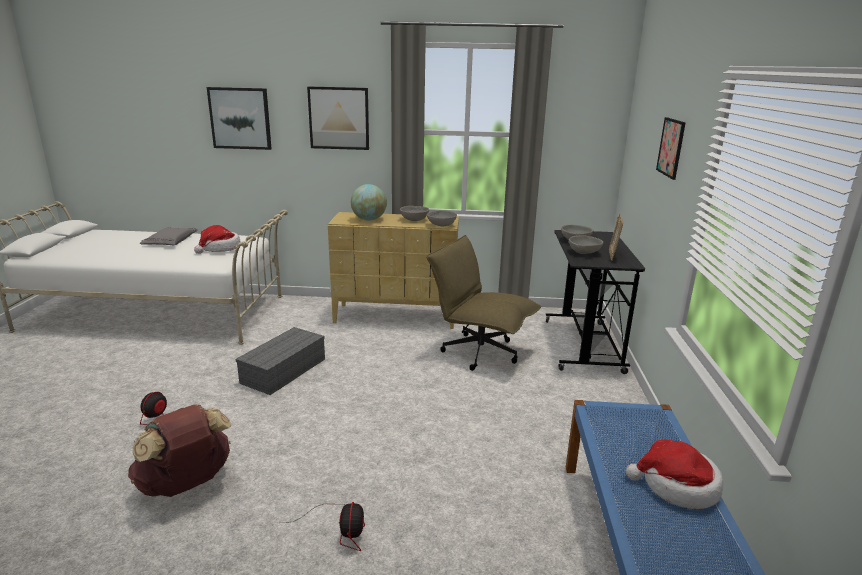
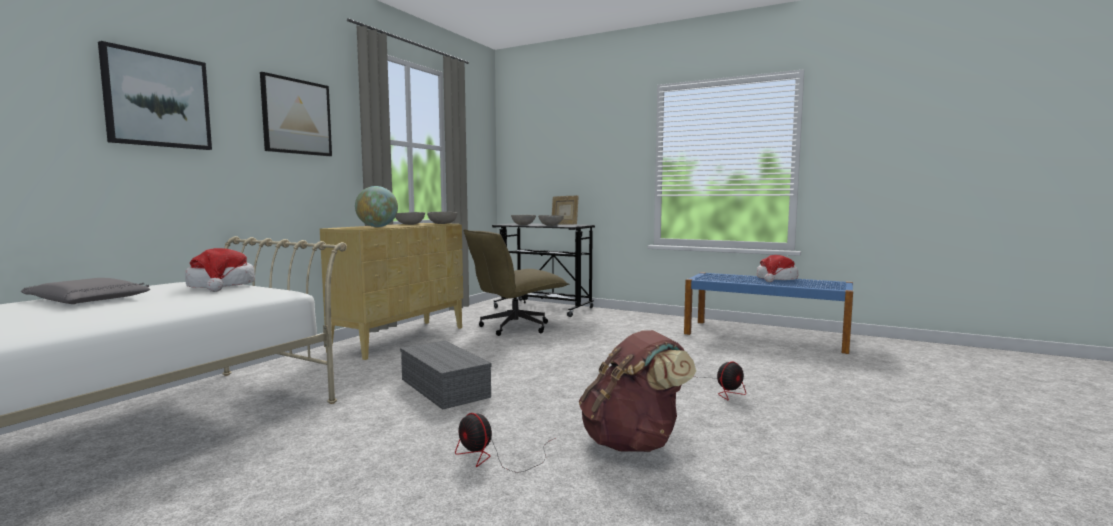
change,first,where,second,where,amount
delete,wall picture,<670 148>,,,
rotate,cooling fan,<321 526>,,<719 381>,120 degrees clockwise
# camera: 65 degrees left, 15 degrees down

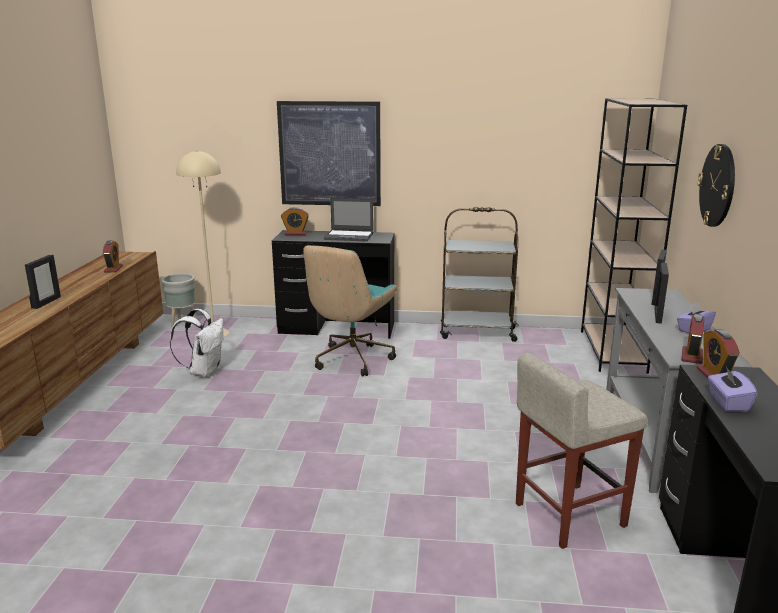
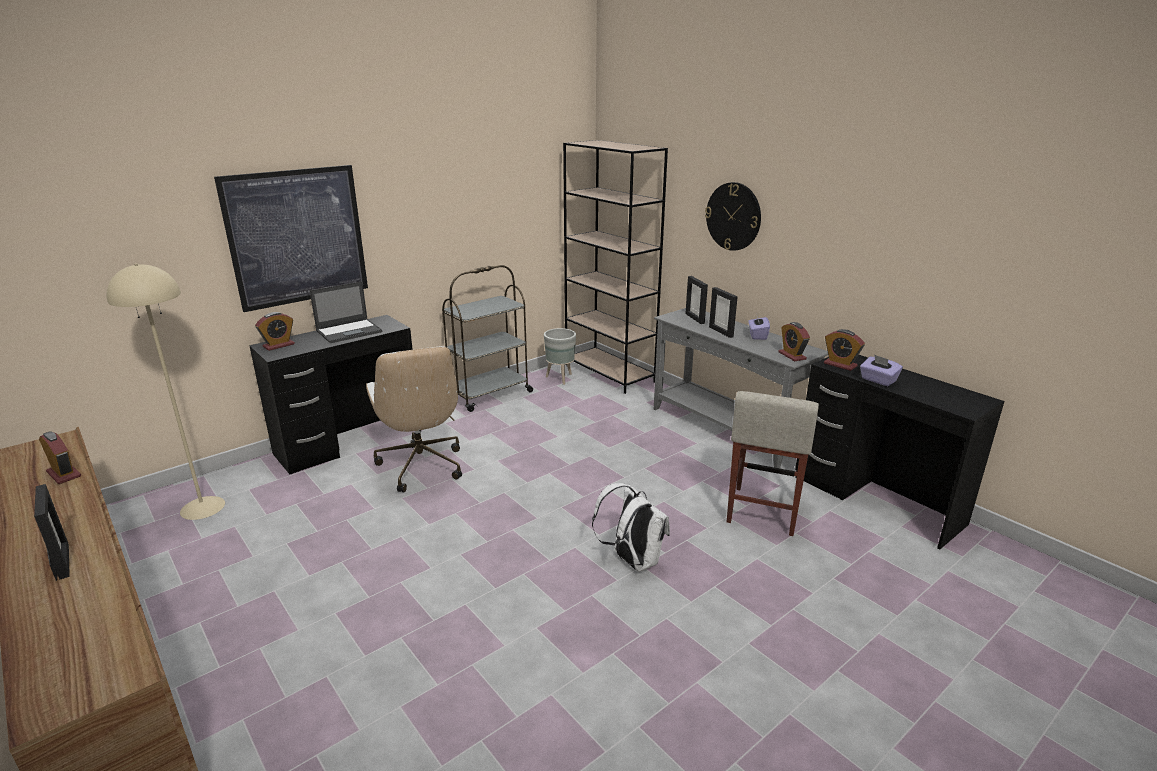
change,first,where,second,where,amount
move,greyish flower pot,<179 301>,,<560 356>,
move,white-coloured backpack,<197 343>,,<631 527>,
recolor,turquoise office chair,<350 311>,white-coloured office chair,<414 419>,
# camera: 45 degrees left, 5 degrees up

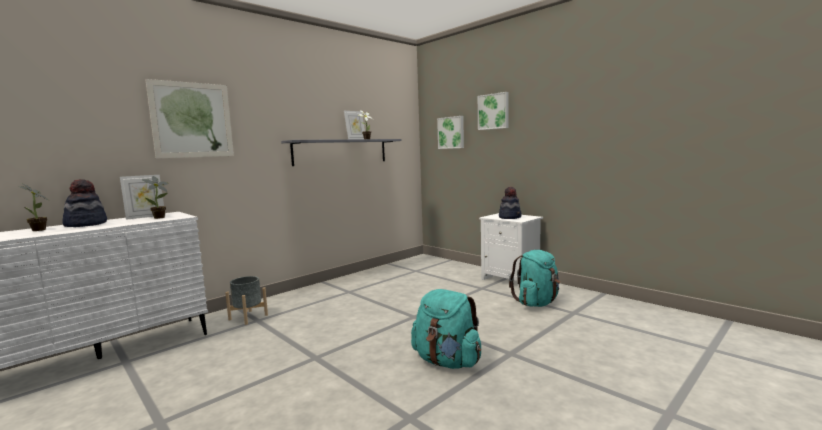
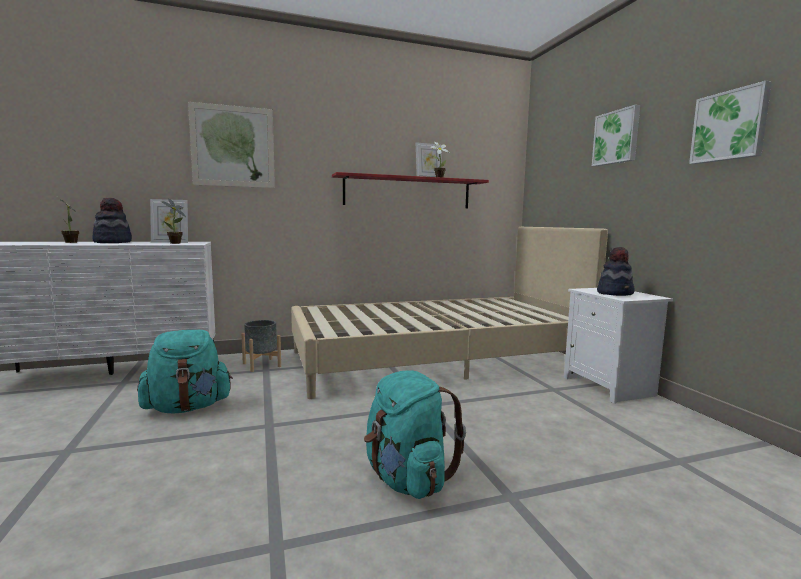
change,first,where,second,where,amount
insert,,,beige-coloured sleeping bed,<449 313>,
move,wall picture,<450 132>,,<730 122>,
move,turquoise backpack,<534 278>,,<185 371>,
recolor,greyish bracket shelf,<341 152>,red bracket shelf,<410 190>,
# camera: 25 degrees right, 0 degrees up

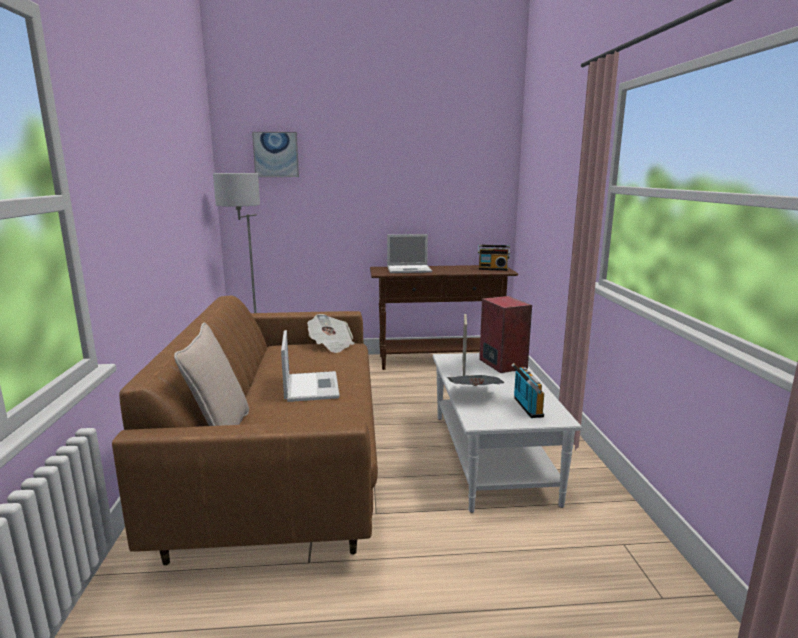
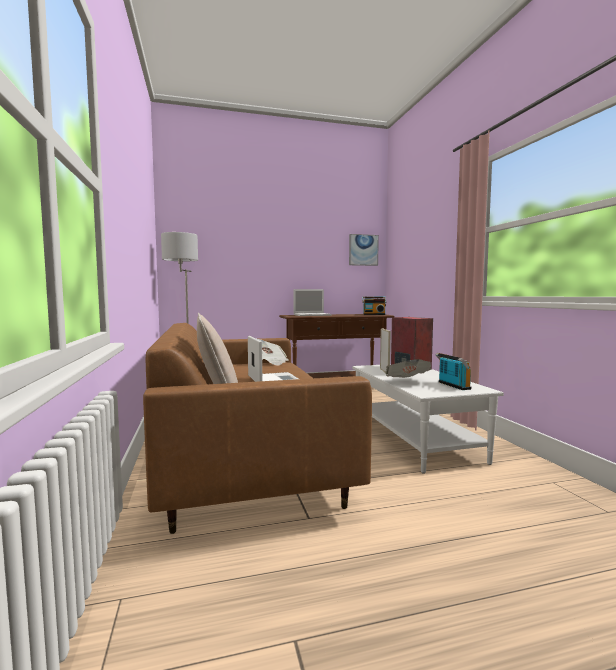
change,first,where,second,where,amount
move,wall picture,<275 154>,,<364 250>,
# camera: 10 degrees left, 10 degrees down

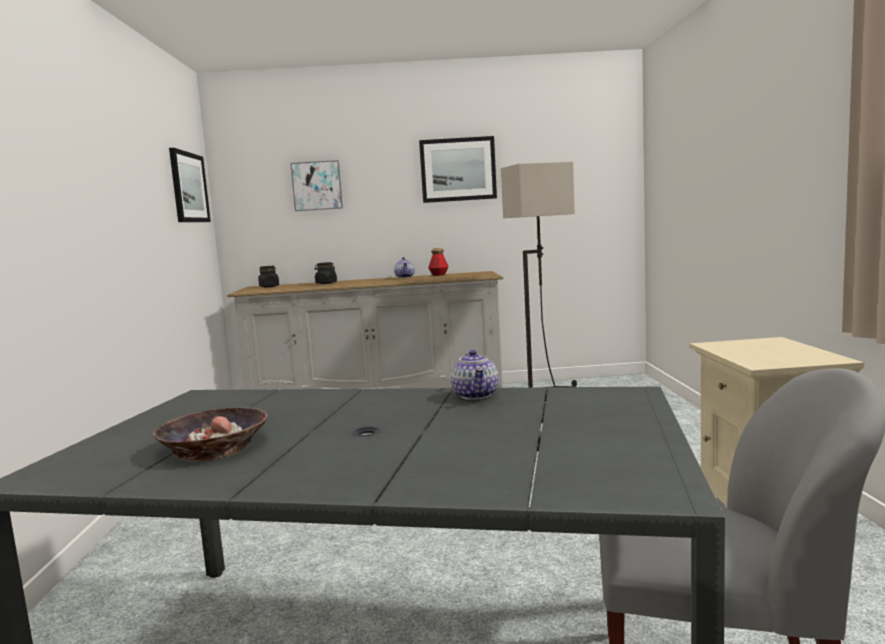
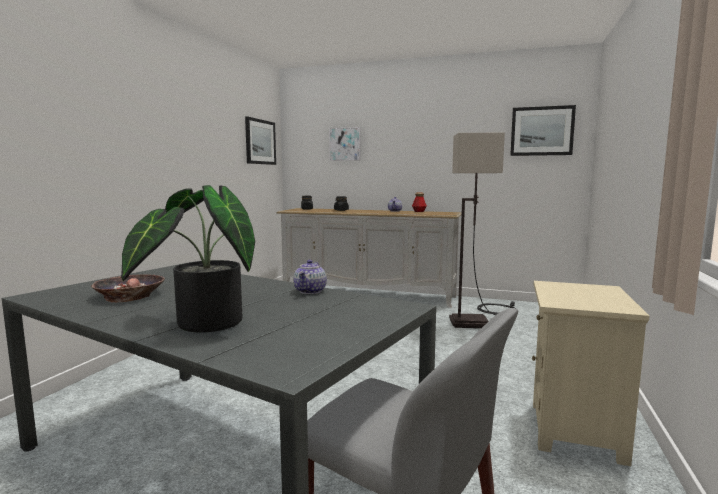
change,first,where,second,where,amount
insert,,,plant in a pot,<188 259>,
move,wall picture,<458 169>,,<543 130>,
# camera: 20 degrees right, 0 degrees up

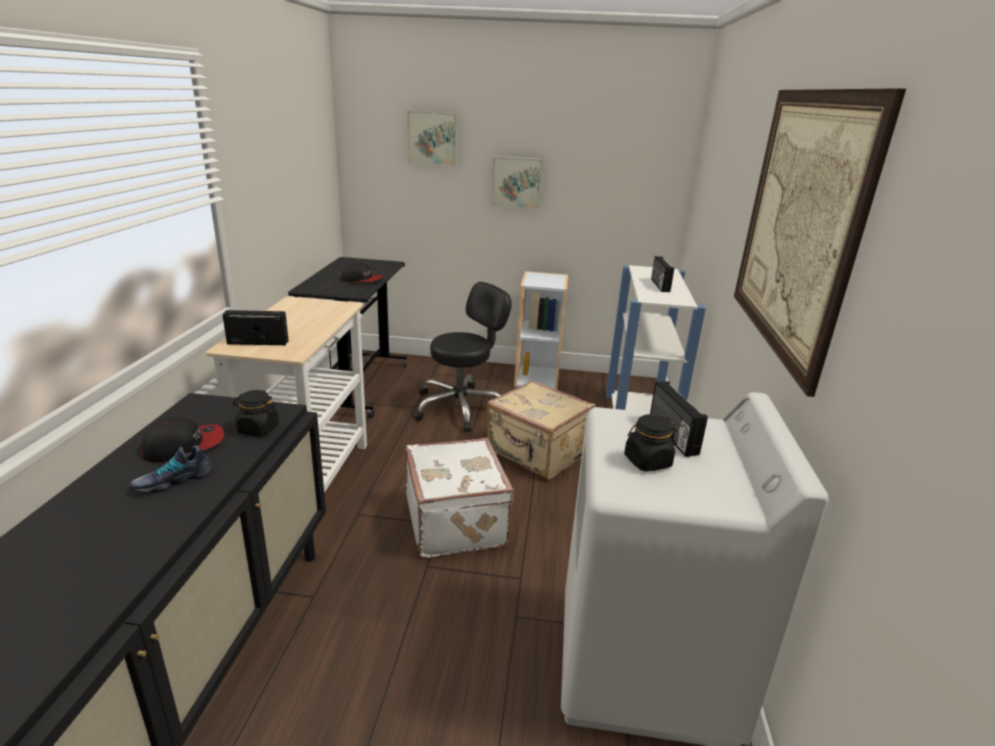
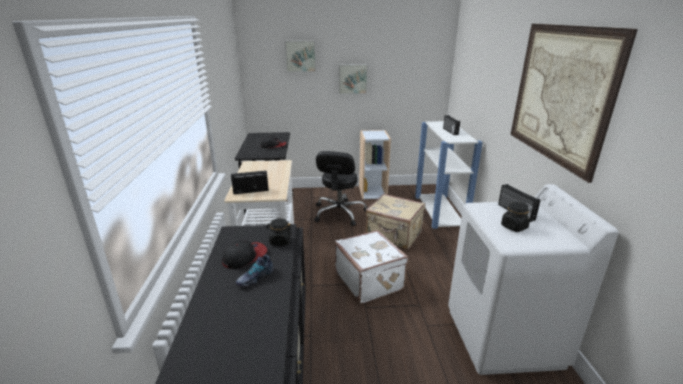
change,first,where,second,where,amount
rotate,black-coloured office chair,<462 357>,,<340 188>,150 degrees clockwise
# camera: 10 degrees left, 0 degrees up

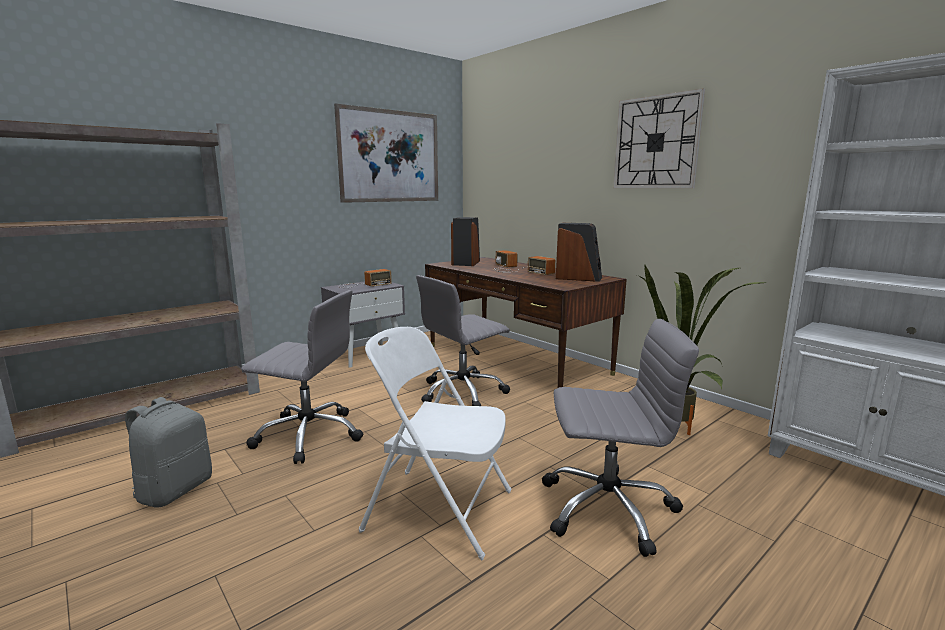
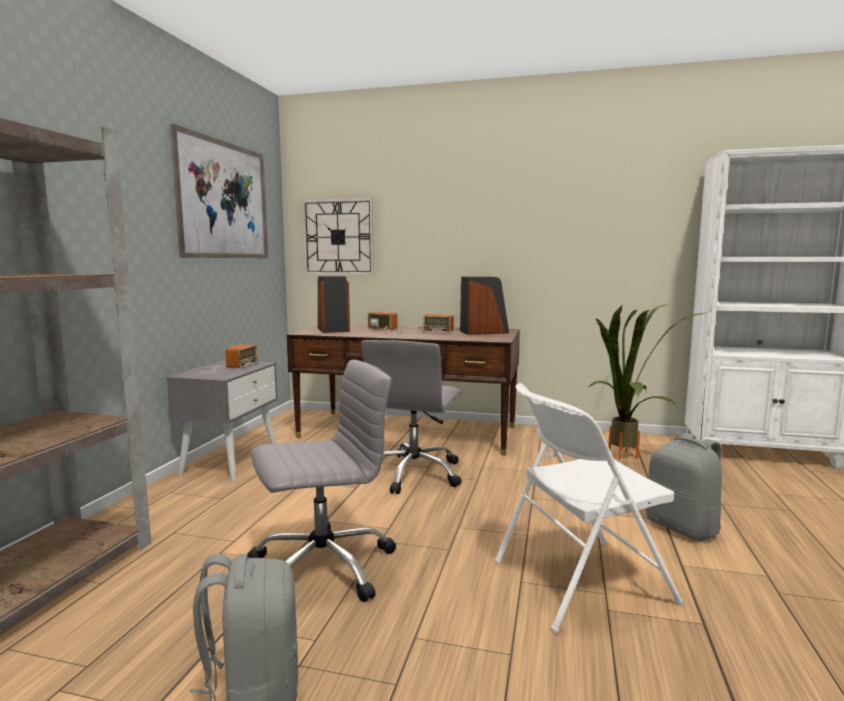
change,first,where,second,where,amount
move,clock on the wall,<659 138>,,<338 236>,
replace,greyish office chair,<620 438>,greyish backpack,<684 487>,
# camera: 35 degrees left, 5 degrees down

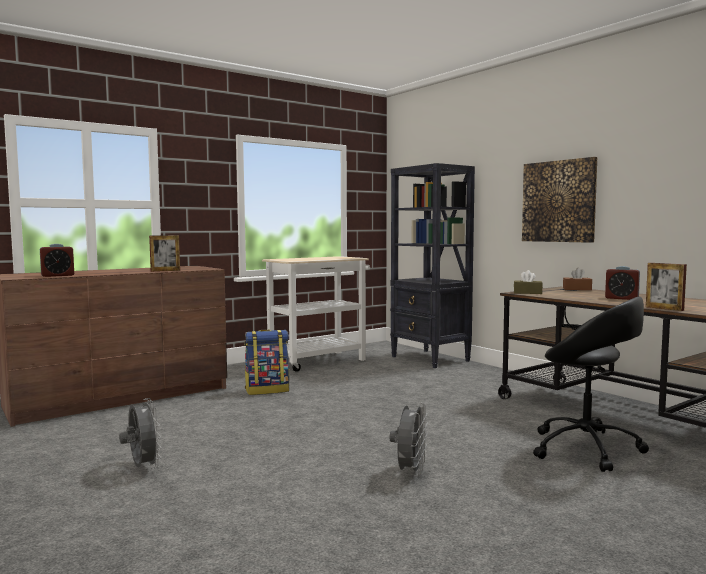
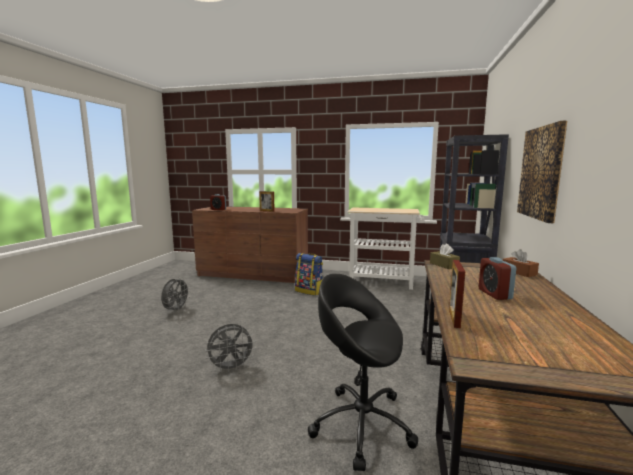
change,first,where,second,where,amount
rotate,black-coloured office chair,<591 384>,,<363 372>,105 degrees clockwise
# camera: 50 degrees right, 5 degrees up

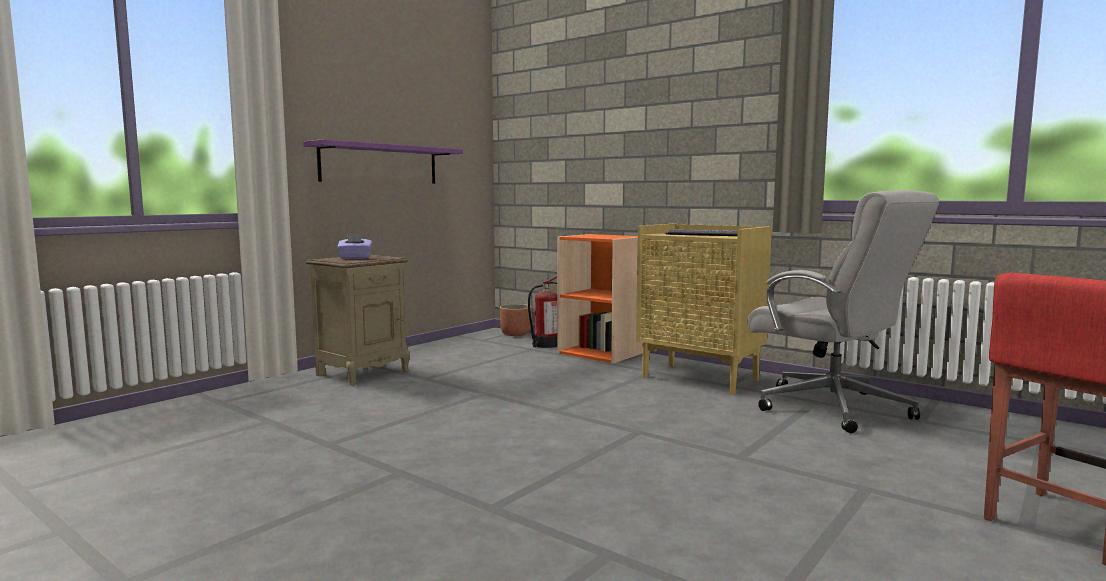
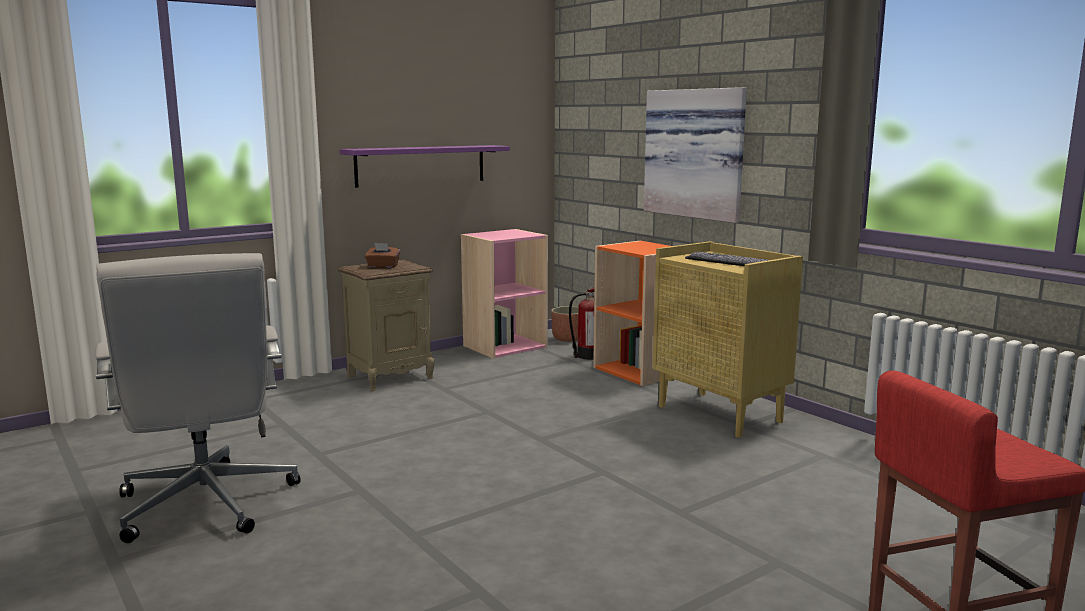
change,first,where,second,where,amount
insert,,,pinkish shelving unit,<504 293>,
insert,,,wall picture,<695 155>,
move,greyish office chair,<843 311>,,<198 398>,
recolor,purplish tissue holder,<354 246>,brown tissue holder,<382 255>,
# camera: 15 degrees right, 5 degrees up

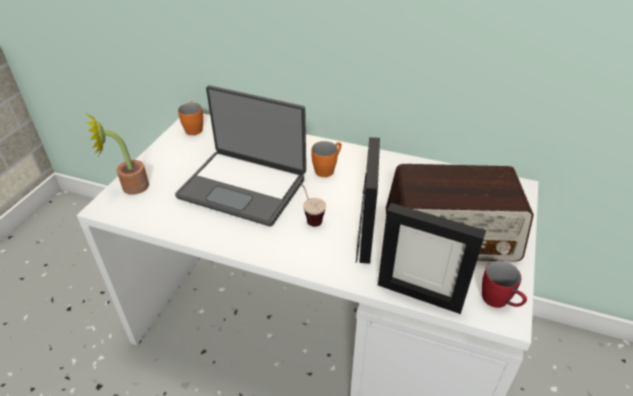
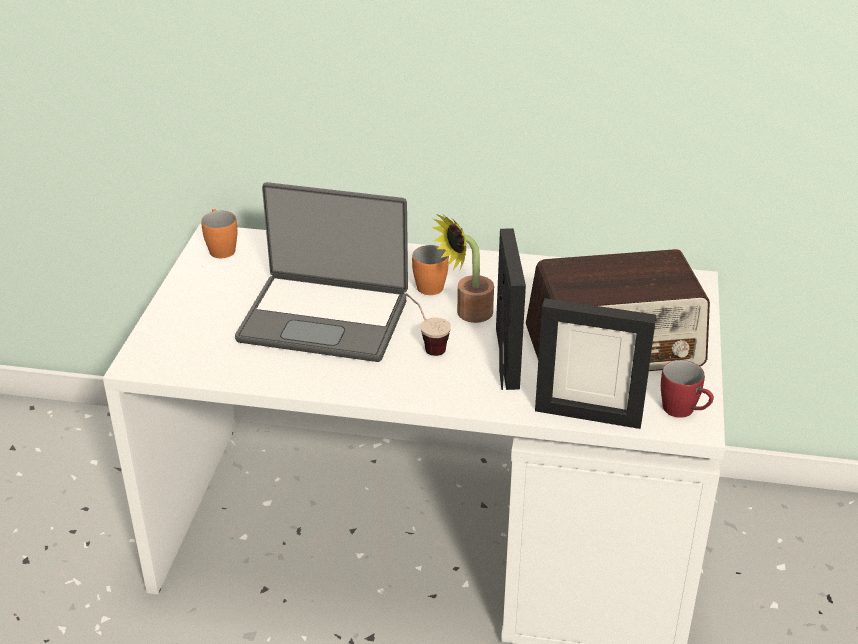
change,first,where,second,where,amount
move,plant in a pot,<117 154>,,<463 268>,
# camera: 10 degrees left, 5 degrees down

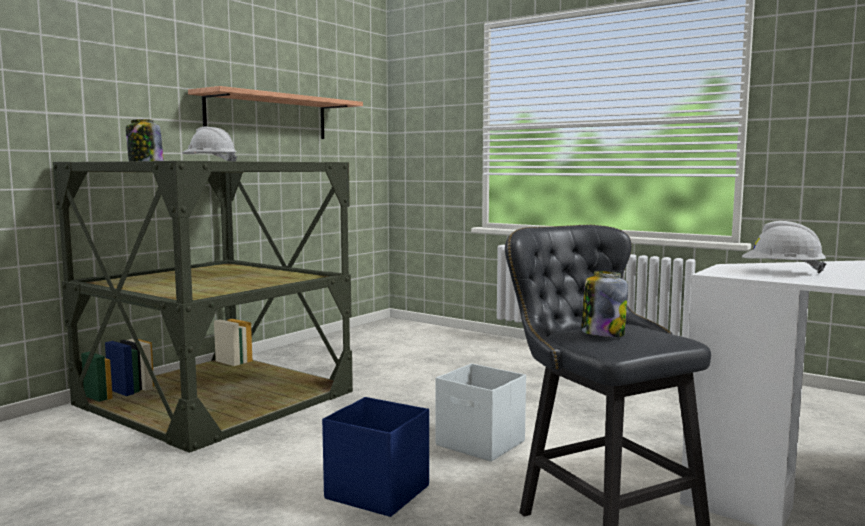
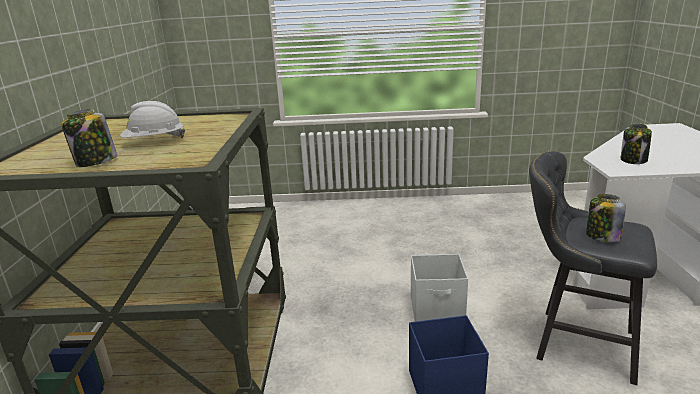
change,first,where,second,where,amount
delete,bracket shelf,<275 112>,,,
replace,white-coloured work helmet,<784 247>,storage jar,<636 143>,
# camera: 35 degrees left, 15 degrees up

